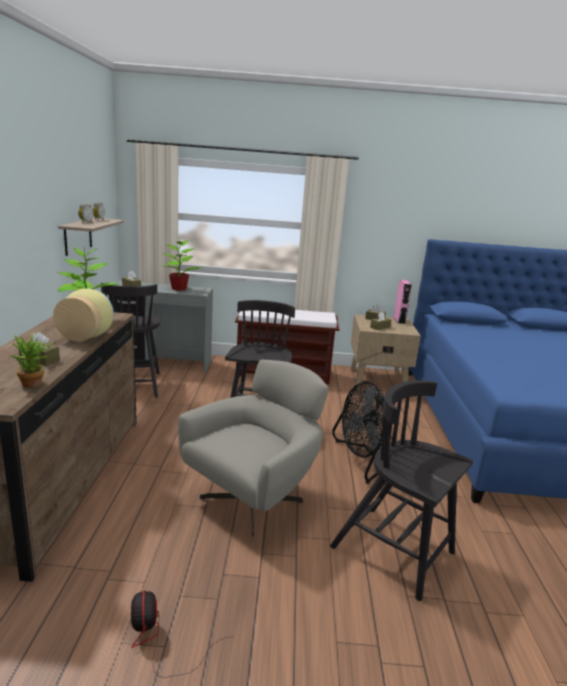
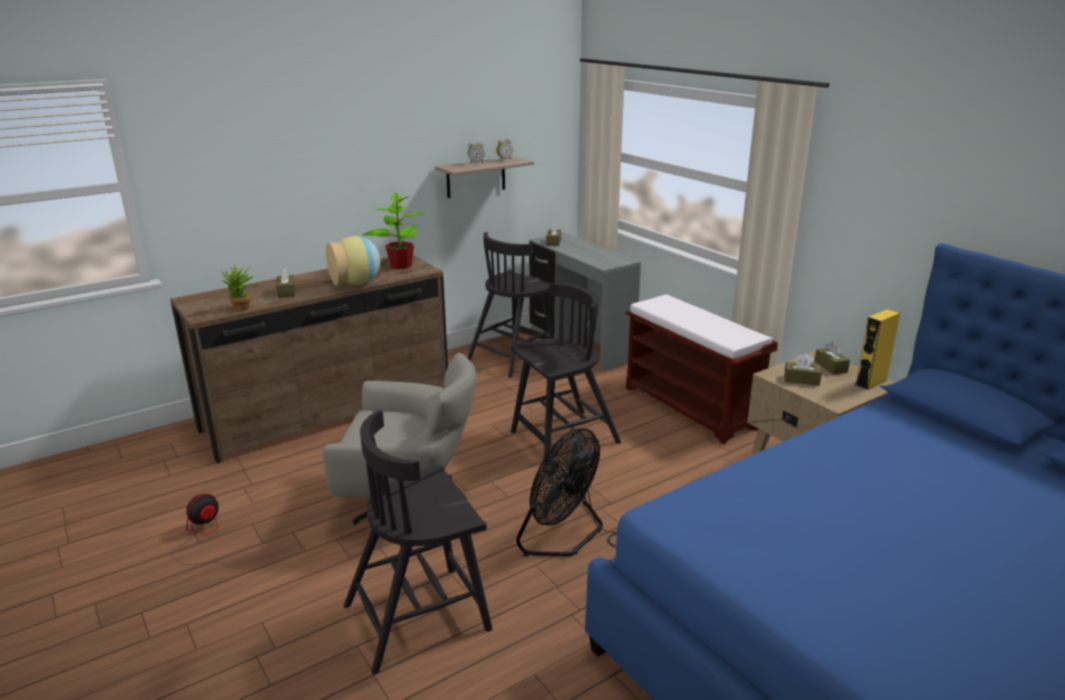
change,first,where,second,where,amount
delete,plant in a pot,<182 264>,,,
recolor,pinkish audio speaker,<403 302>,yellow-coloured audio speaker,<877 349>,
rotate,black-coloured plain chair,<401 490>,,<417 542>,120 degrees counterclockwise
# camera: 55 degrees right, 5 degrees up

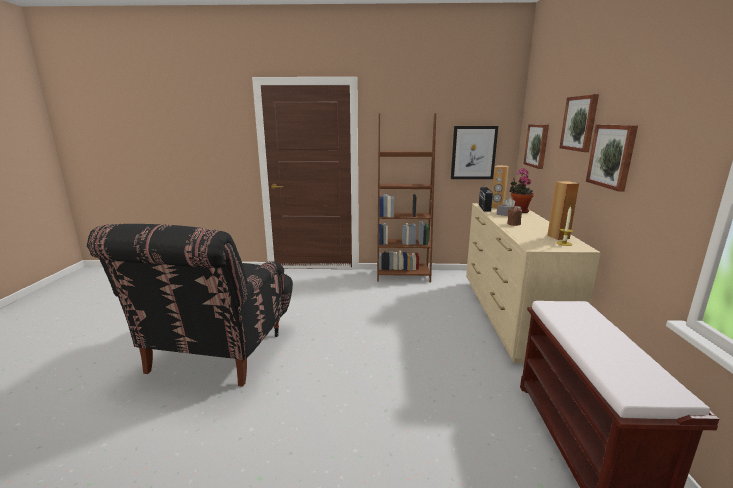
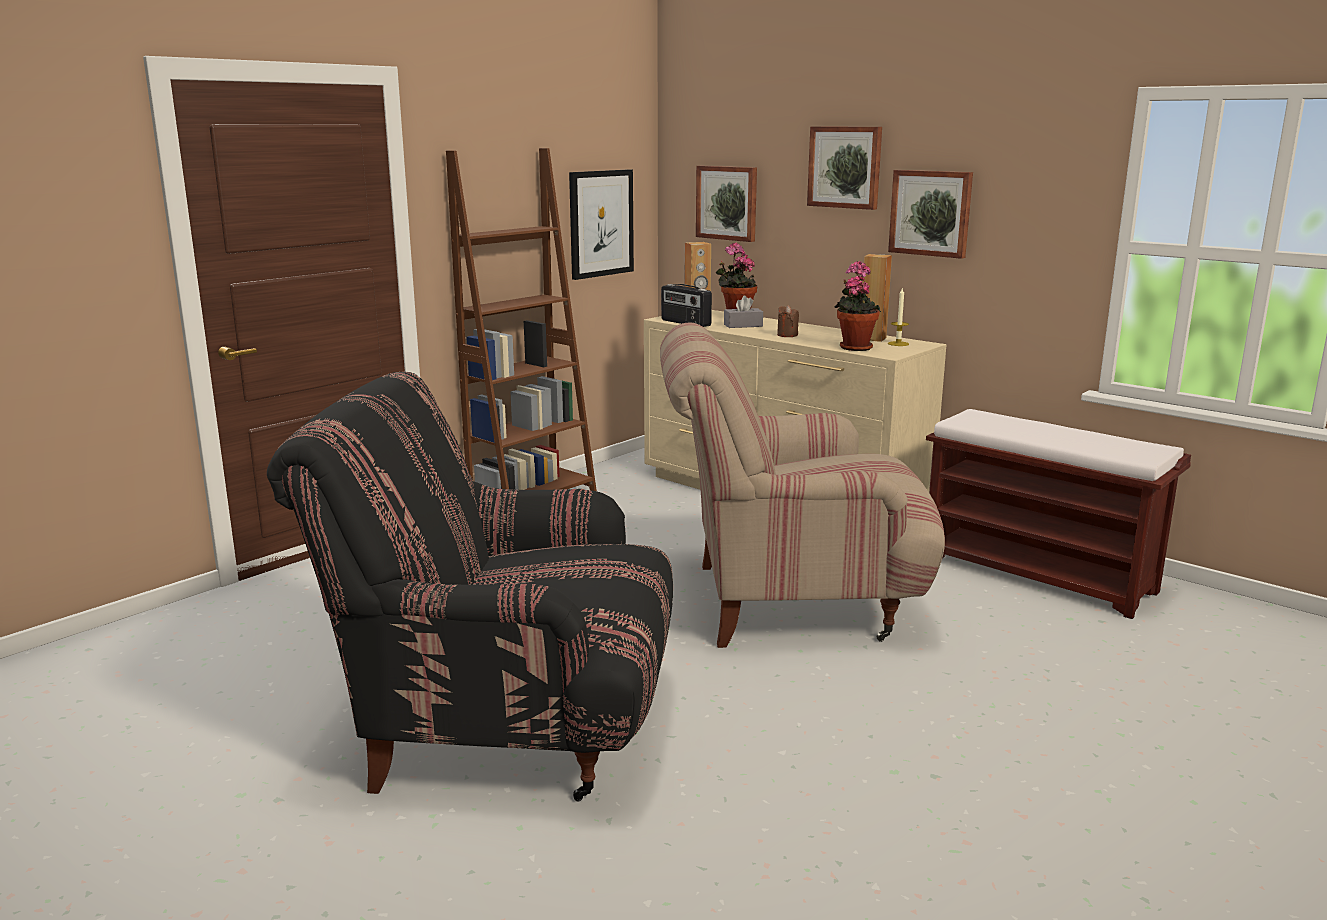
change,first,where,second,where,amount
insert,,,beige-coloured easy chair,<802 485>,
insert,,,plant in a pot,<857 306>,
rotate,black-coloured easy chair,<190 305>,,<470 586>,135 degrees clockwise
# camera: 50 degrees left, 0 degrees up

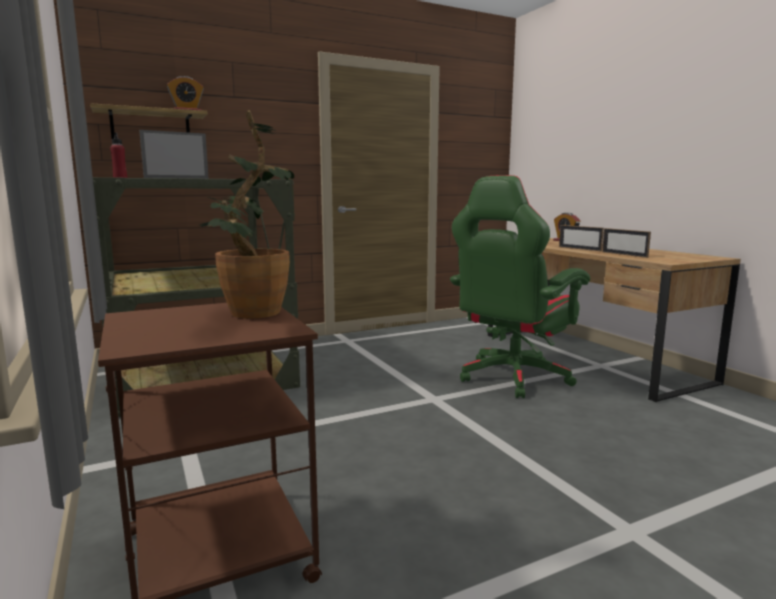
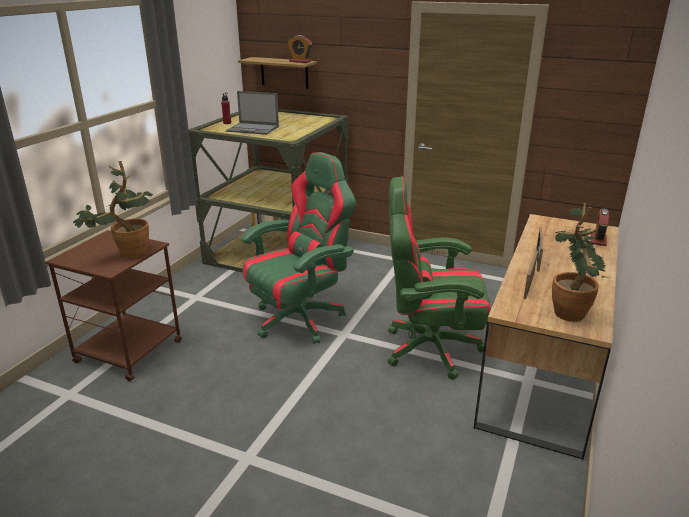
change,first,where,second,where,amount
insert,,,green office chair,<298 248>,
insert,,,plant in a pot,<580 262>,
# camera: 50 degrees right, 15 degrees up

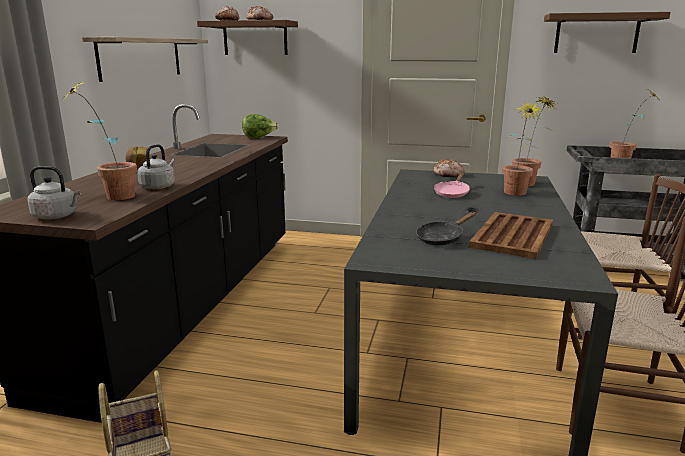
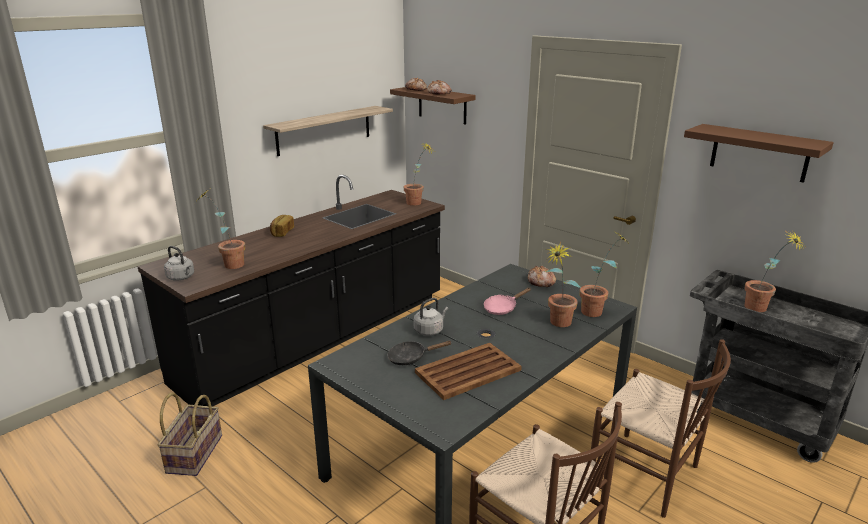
change,first,where,second,where,amount
move,greyish tea kettle,<156 166>,,<431 317>,
replace,lettuce,<260 126>,plant in a pot,<418 174>,
# camera: 30 degrees right, 5 degrees up

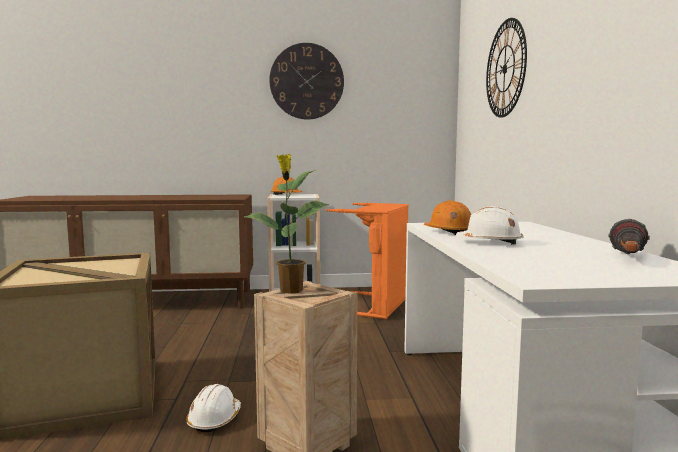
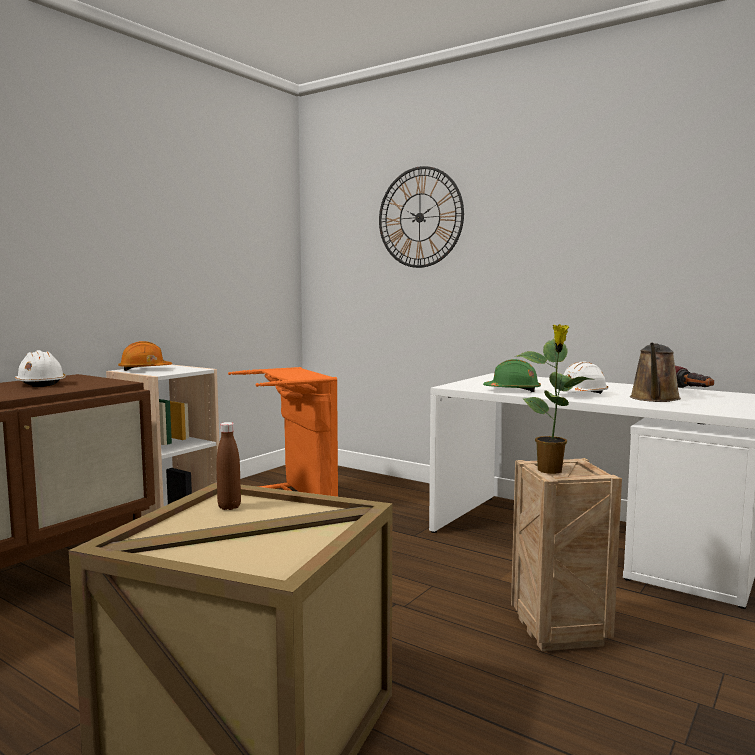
change,first,where,second,where,amount
delete,clock on the wall,<306 81>,,,
insert,,,brown bottle,<228 466>,
insert,,,brown watering pot,<655 372>,
move,white-coloured work helmet,<213 408>,,<40 368>,
recolor,orange-coloured work helmet,<447 217>,green work helmet,<512 375>,
# camera: 50 degrees left, 0 degrees up

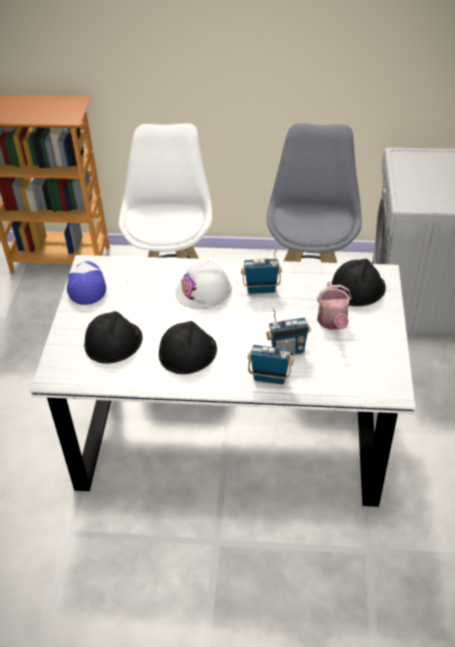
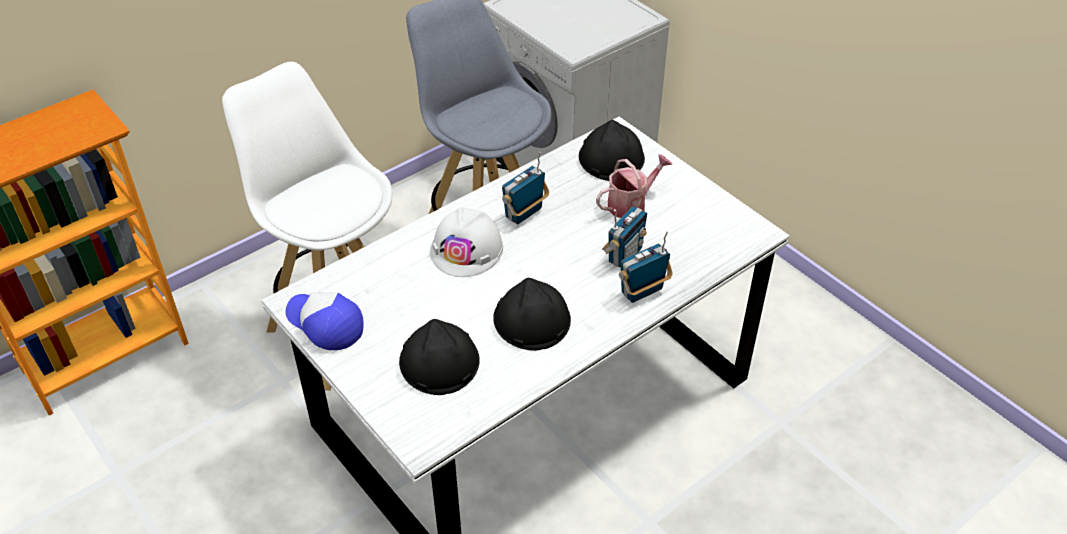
change,first,where,second,where,amount
rotate,watering pot,<334 305>,,<634 186>,75 degrees counterclockwise
# camera: 45 degrees left, 0 degrees up

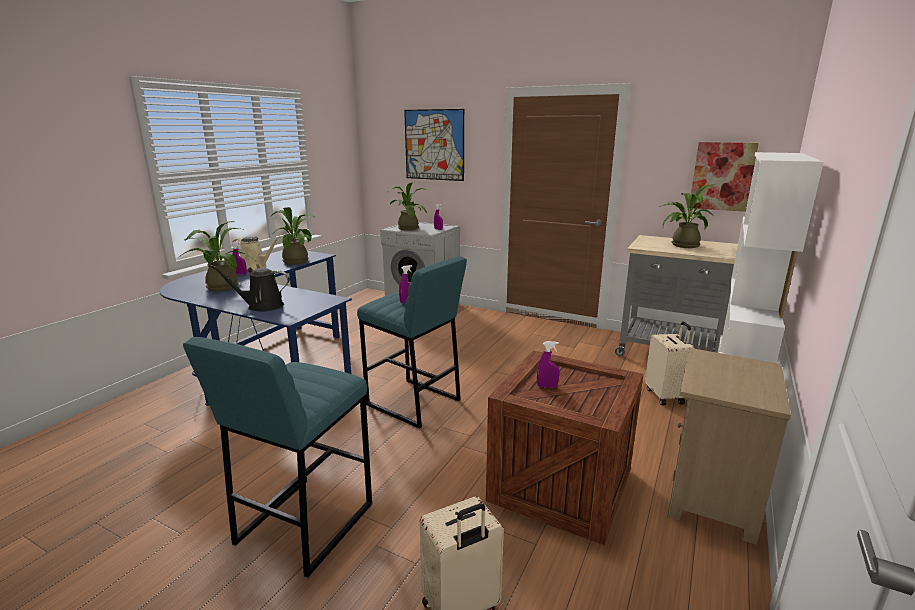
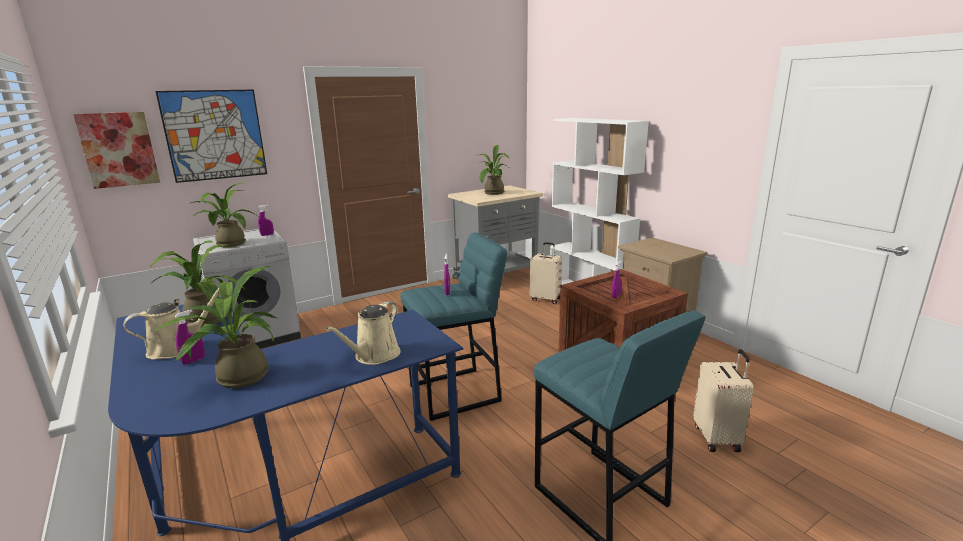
change,first,where,second,where,amount
move,wall picture,<725 177>,,<116 150>,
recolor,black-coloured watering pot,<250 288>,beige-coloured watering pot,<363 333>,
# camera: 60 degrees left, 0 degrees up

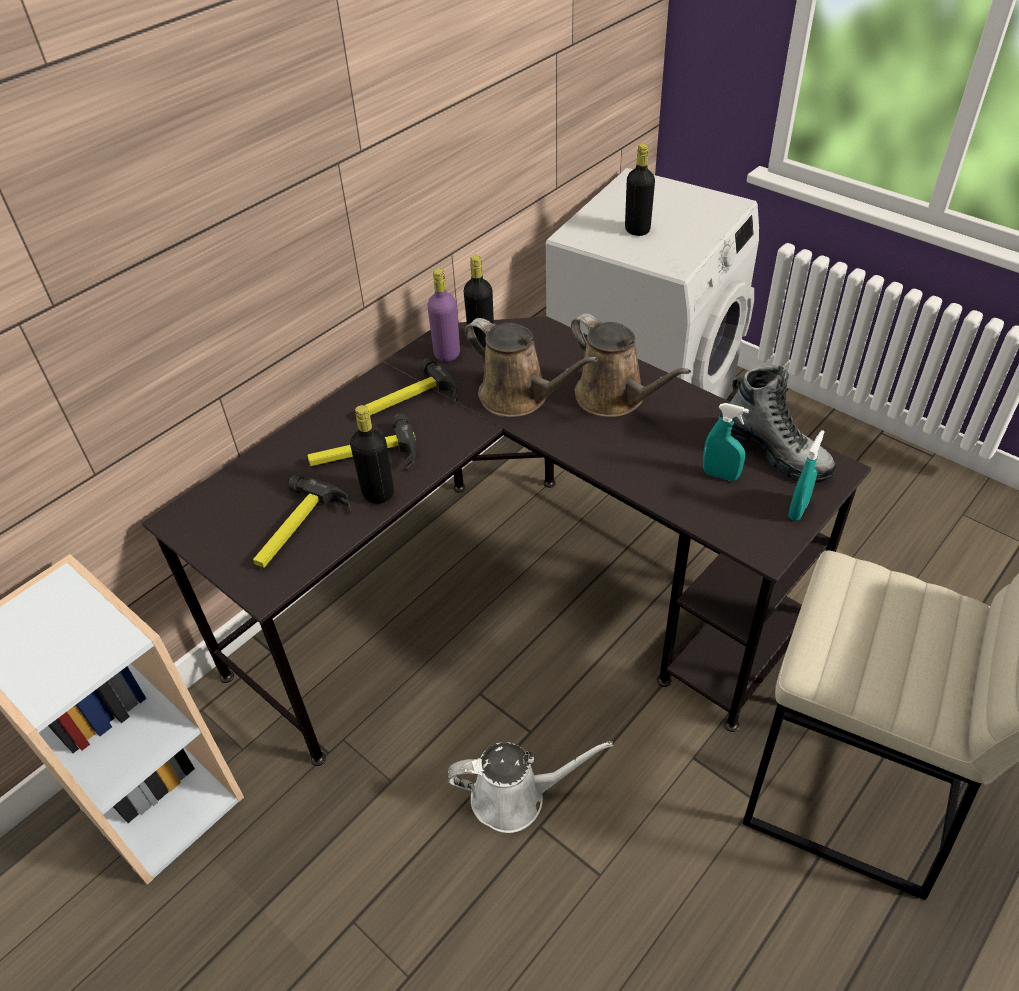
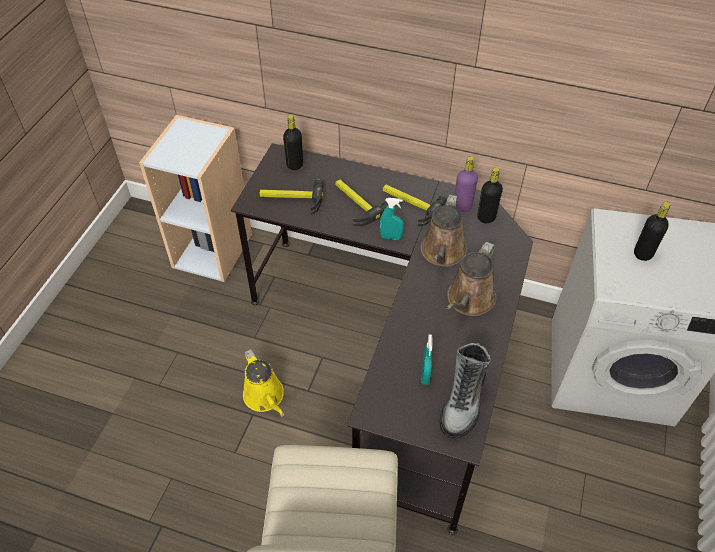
change,first,where,second,where,amount
move,black-coloured bottle,<372 454>,,<293 142>,
move,turquoise sprayer,<806 475>,,<392 219>,
recolor,white-coloured watering pot,<530 787>,yellow-coloured watering pot,<263 382>,
# camera: 65 degrees right, 5 degrees up

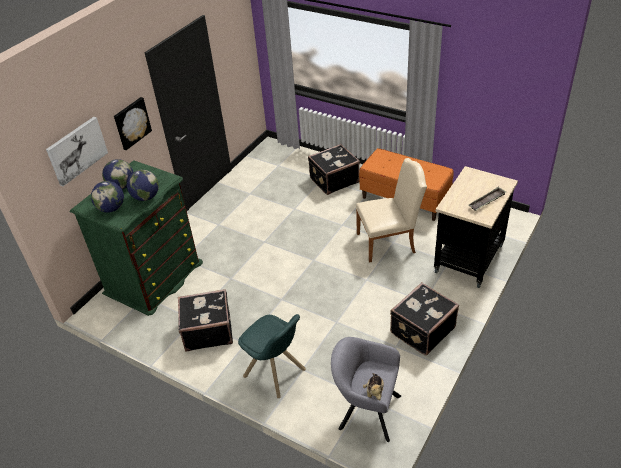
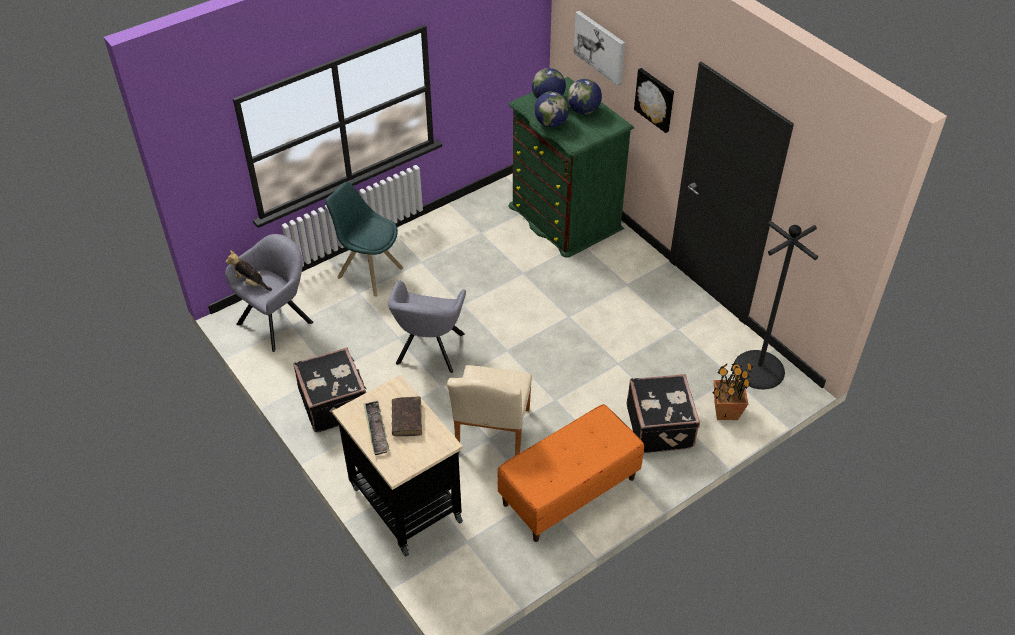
change,first,where,second,where,amount
delete,black-coloured suitcase,<205 320>,,,
insert,,,greyish easy chair,<427 326>,
insert,,,brown book,<407 416>,
insert,,,plant in a pot,<733 390>,
insert,,,black-coloured garment rack,<776 305>,
rotate,turquoise plain chair,<272 356>,,<364 239>,60 degrees clockwise
# camera: 110 degrees right, 5 degrees up

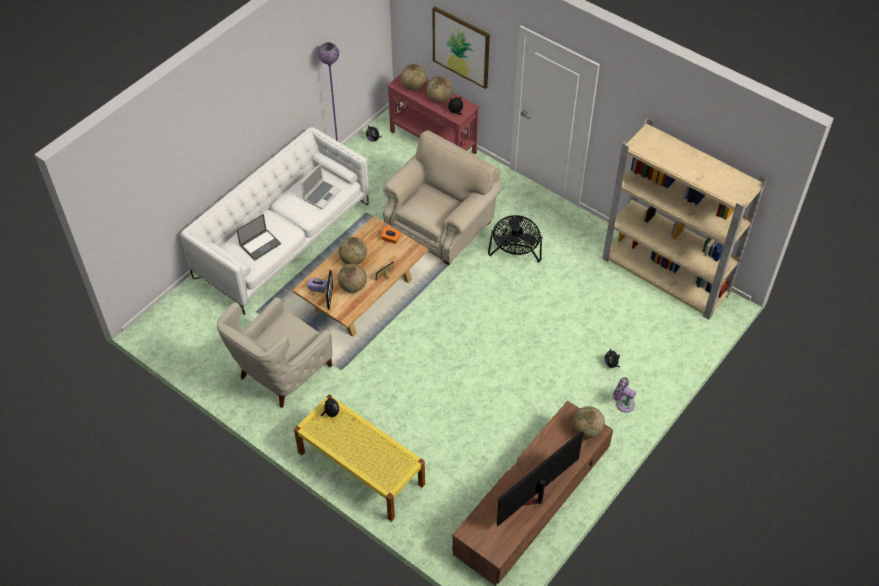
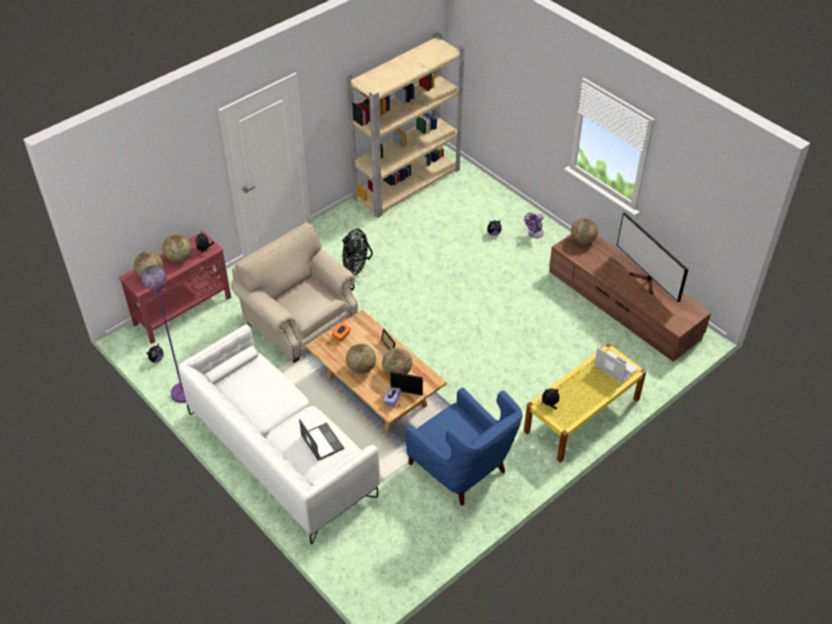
change,first,where,second,where,amount
delete,wall picture,<461 47>,,,
move,notebook computer,<321 186>,,<616 365>,
recolor,beige-coloured easy chair,<274 352>,bluish easy chair,<464 447>,
# camera: 80 degrees left, 5 degrees down

